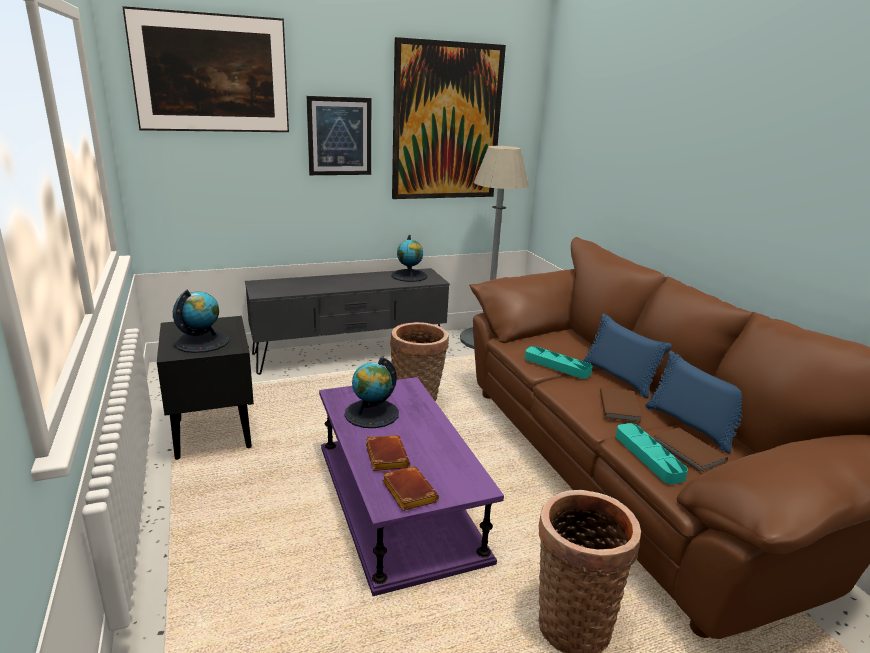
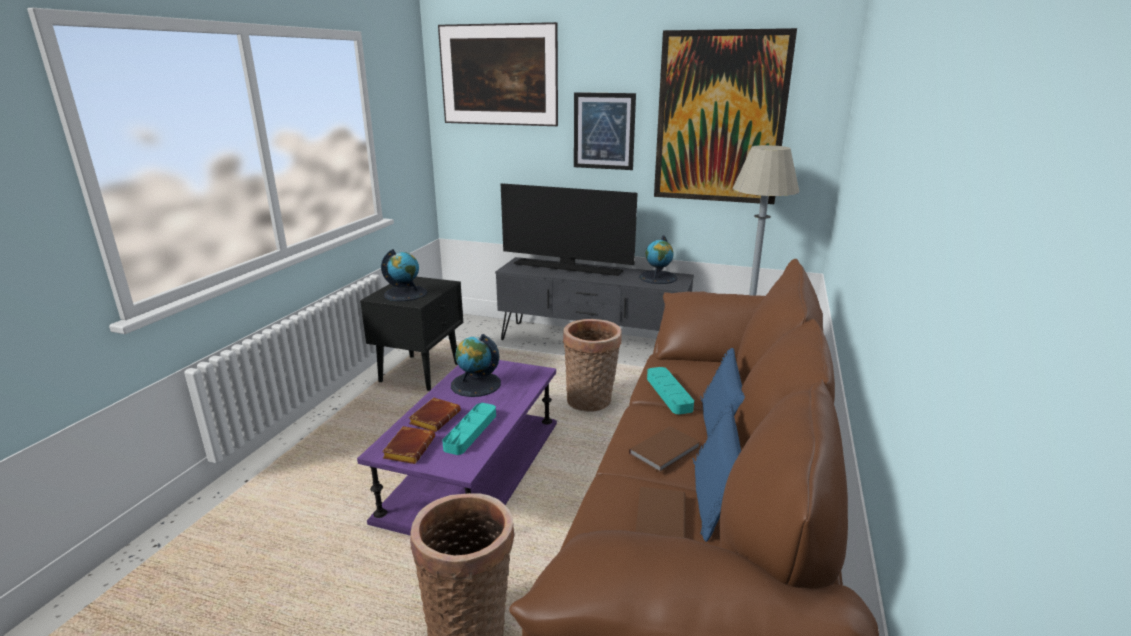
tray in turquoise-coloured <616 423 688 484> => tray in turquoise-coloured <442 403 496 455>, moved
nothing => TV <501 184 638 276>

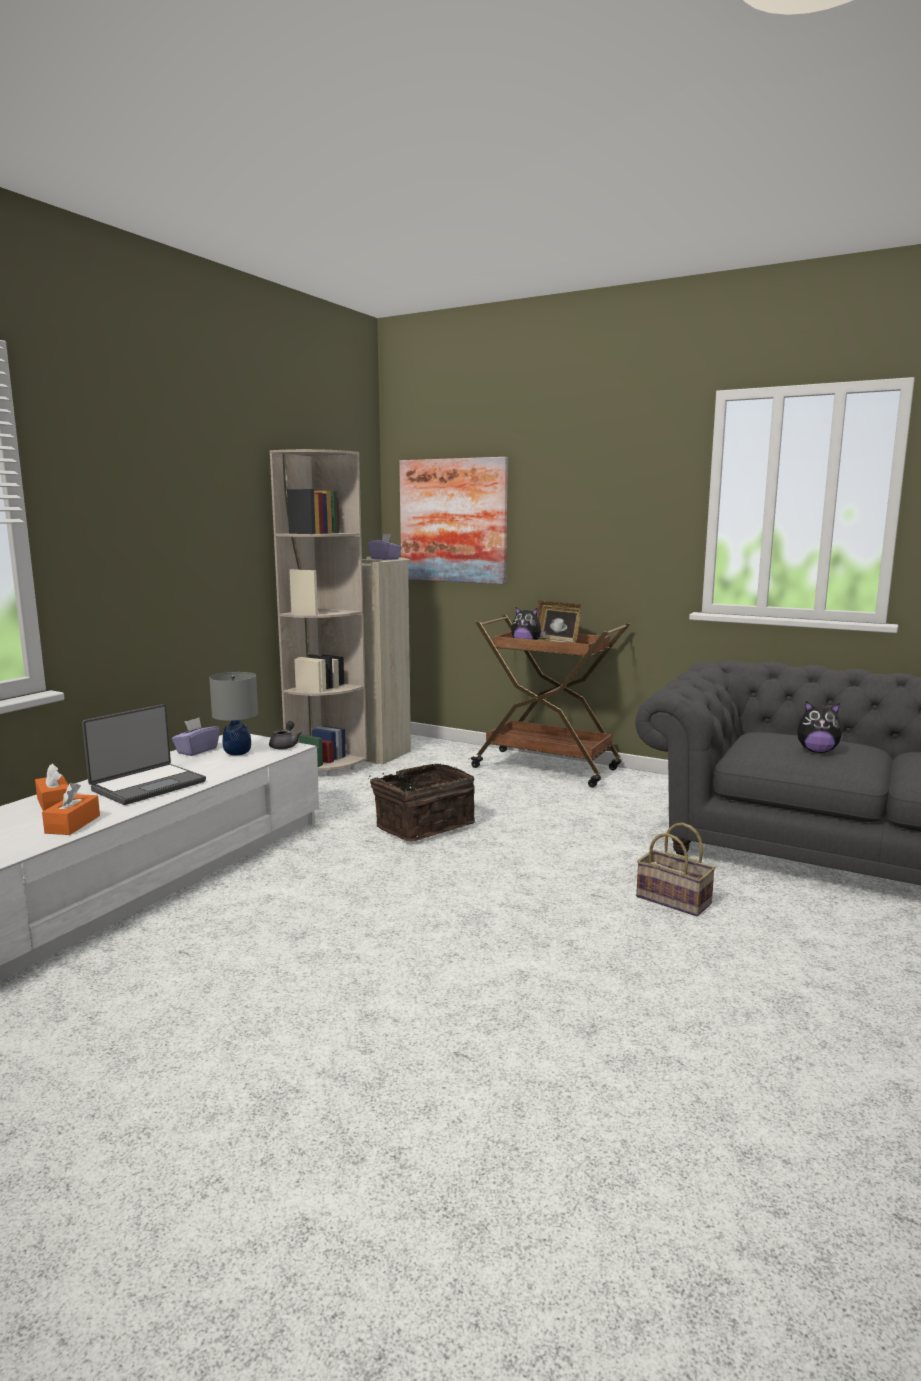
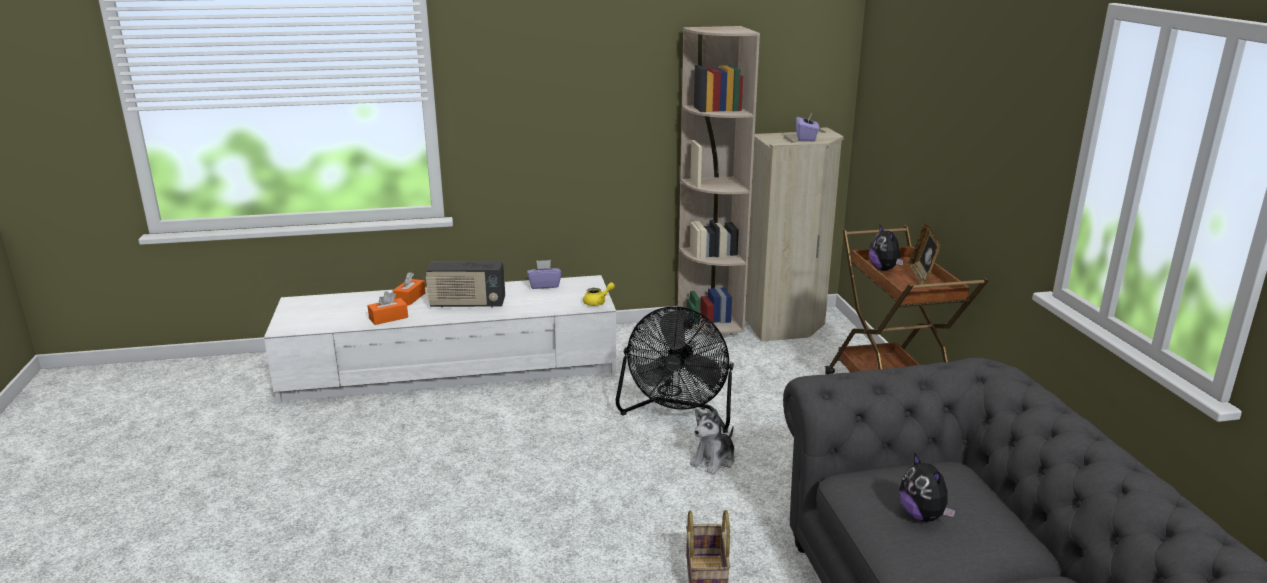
portable computer <82 704 206 805> => radio receiver <426 261 505 308>
pot for tea in gray <269 721 302 750> => pot for tea in yellowish <583 282 615 306>
storage basket <369 764 475 841> => cooling fan in black <616 306 734 433>
nothing => plush toy <690 409 735 475>
tabletop lamp in gray <209 672 258 756> => nothing
wall art <399 457 508 584> => nothing

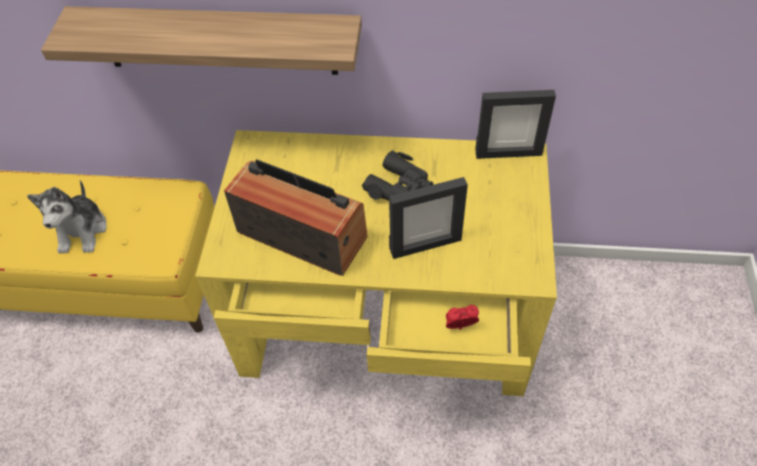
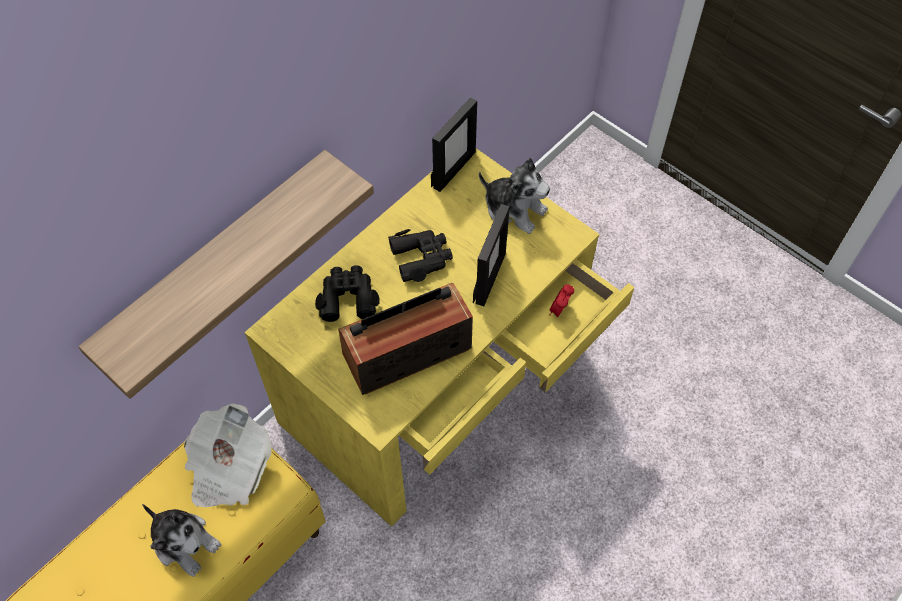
nothing => printed paper <184 404 272 507>
nothing => field glasses in black <315 265 380 322>
nothing => plush toy <479 158 550 234>

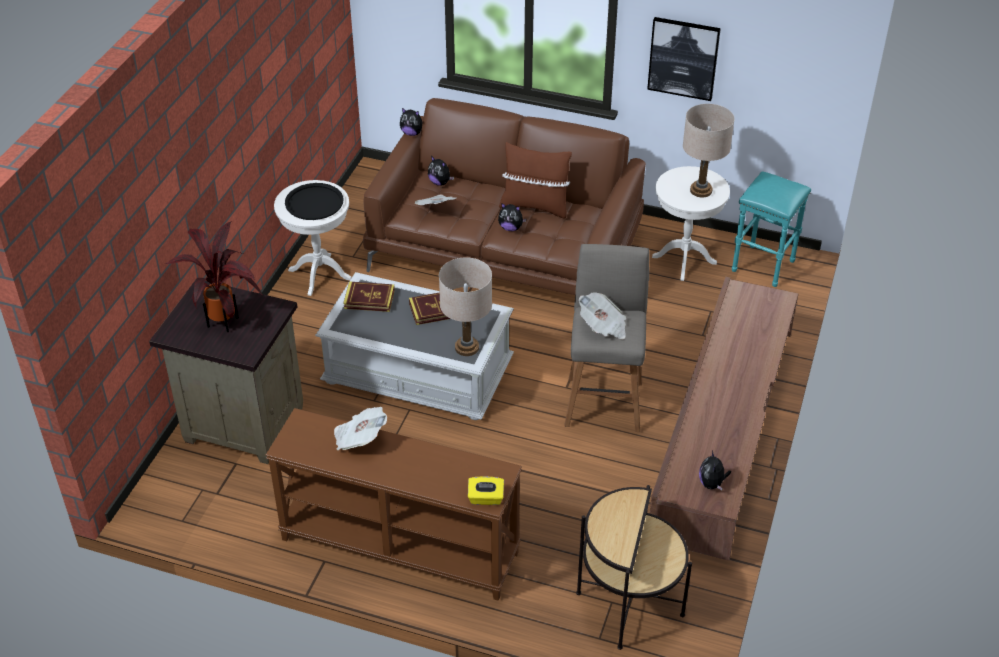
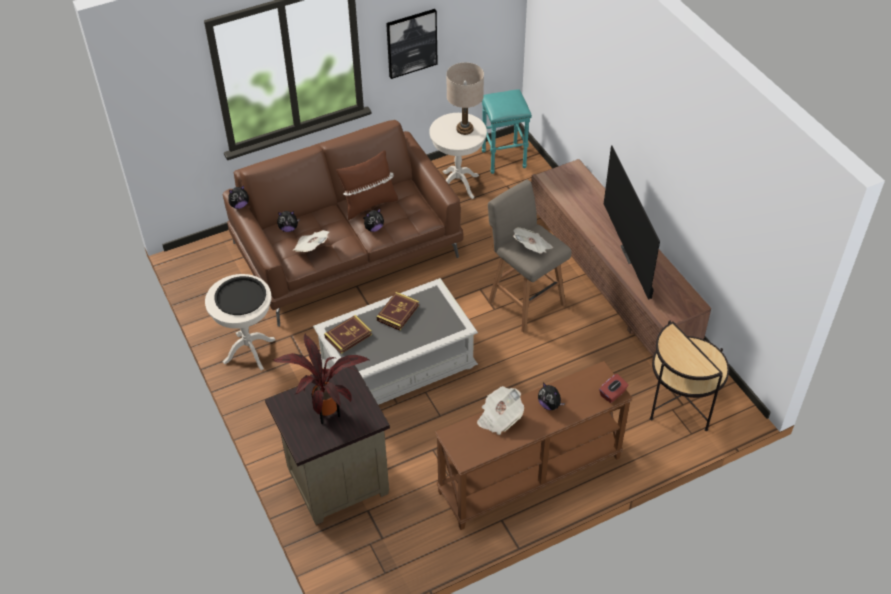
plush toy <699 450 731 491> => plush toy <538 383 565 410>, moved
box of tissues in yellowish <468 476 504 505> => box of tissues in red-coloured <599 374 628 403>
nothing => TV <604 145 660 300>
tabletop lamp in beige-coloured <439 257 492 356> => nothing

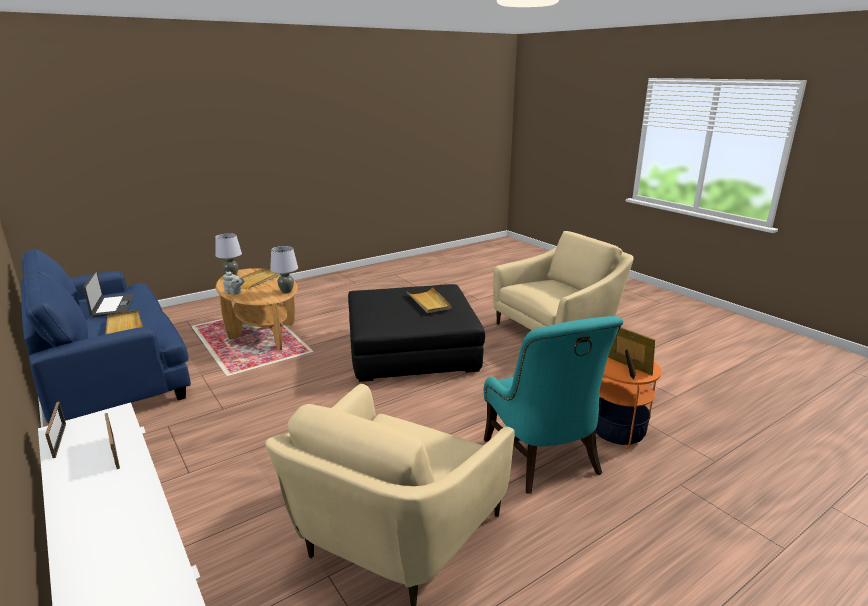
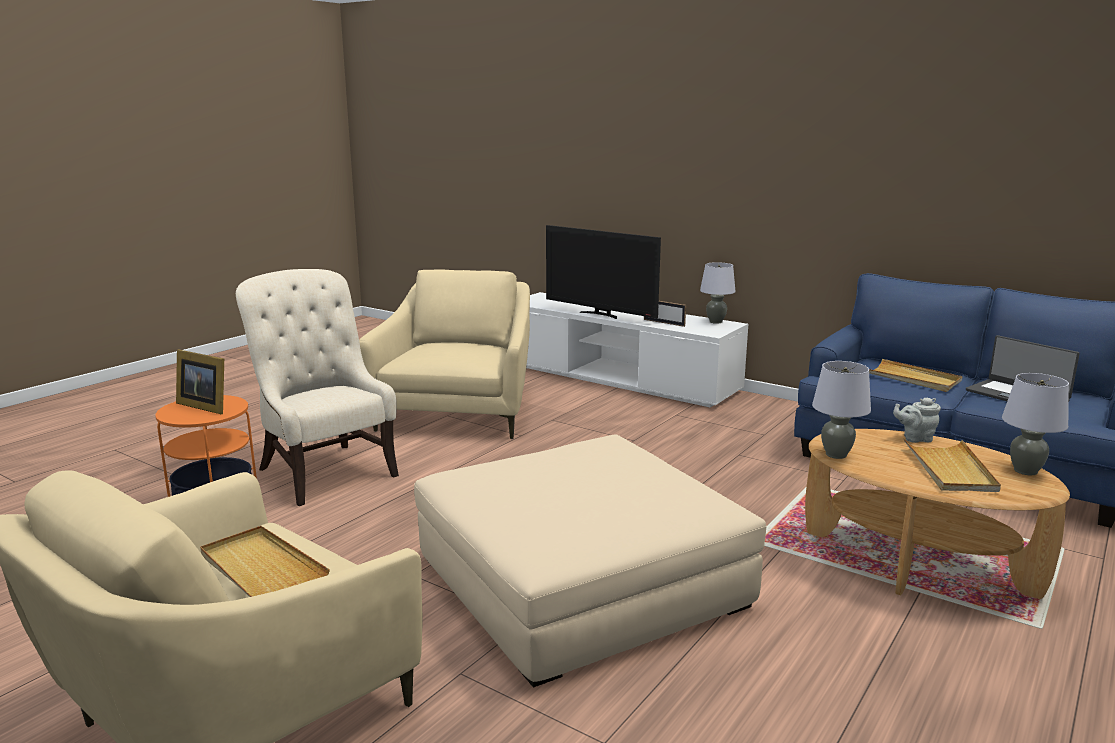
tray in beige-coloured <407 287 452 313> => tray in beige-coloured <200 526 330 597>, moved
armchair in turquoise-coloured <484 316 623 494> => armchair in beige-coloured <236 269 399 506>
ottoman in black <348 284 485 382> => ottoman in beige-coloured <414 434 766 688>
nothing => TV <546 225 661 319>
photo frame <45 402 66 458> => tabletop lamp in gray <700 262 736 324>

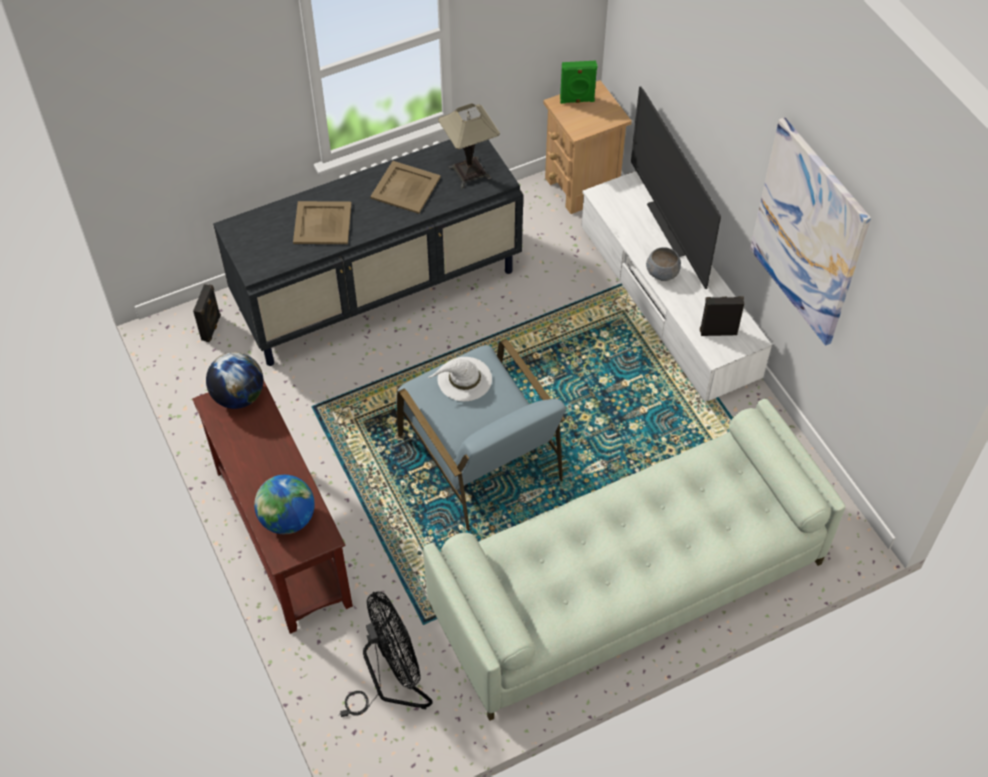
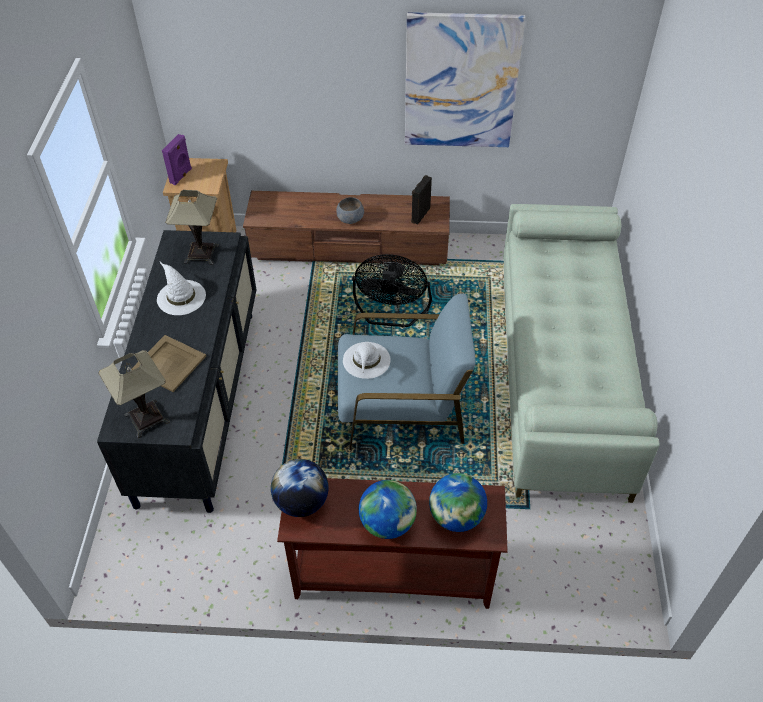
nothing => tabletop lamp <98 350 170 438>
tray in beige-coloured <370 161 441 214> => wearable hat in whitish <157 262 206 315>
speaker in green-coloured <560 61 597 104> => speaker in purple-coloured <162 134 192 186>
tv unit in whitish <581 171 772 402> => tv unit in brownish <243 191 450 265>
cooling fan in black <338 592 433 717> => cooling fan in black <352 254 432 331>, moved
nothing => globe <359 480 417 539>
speaker in black <193 284 221 342> => nothing
TV <631 86 721 289> => nothing

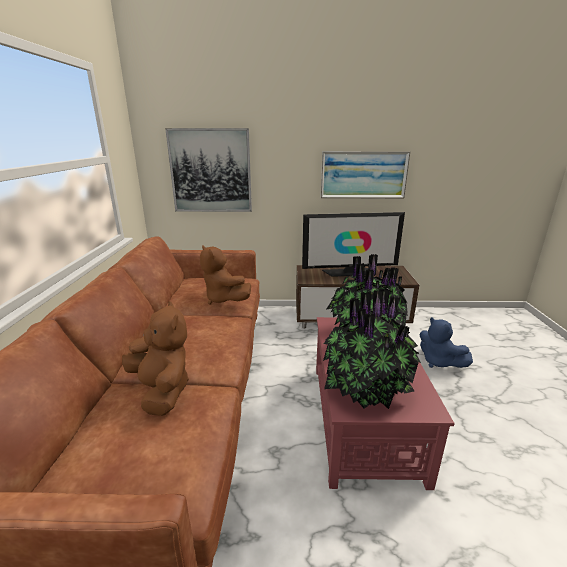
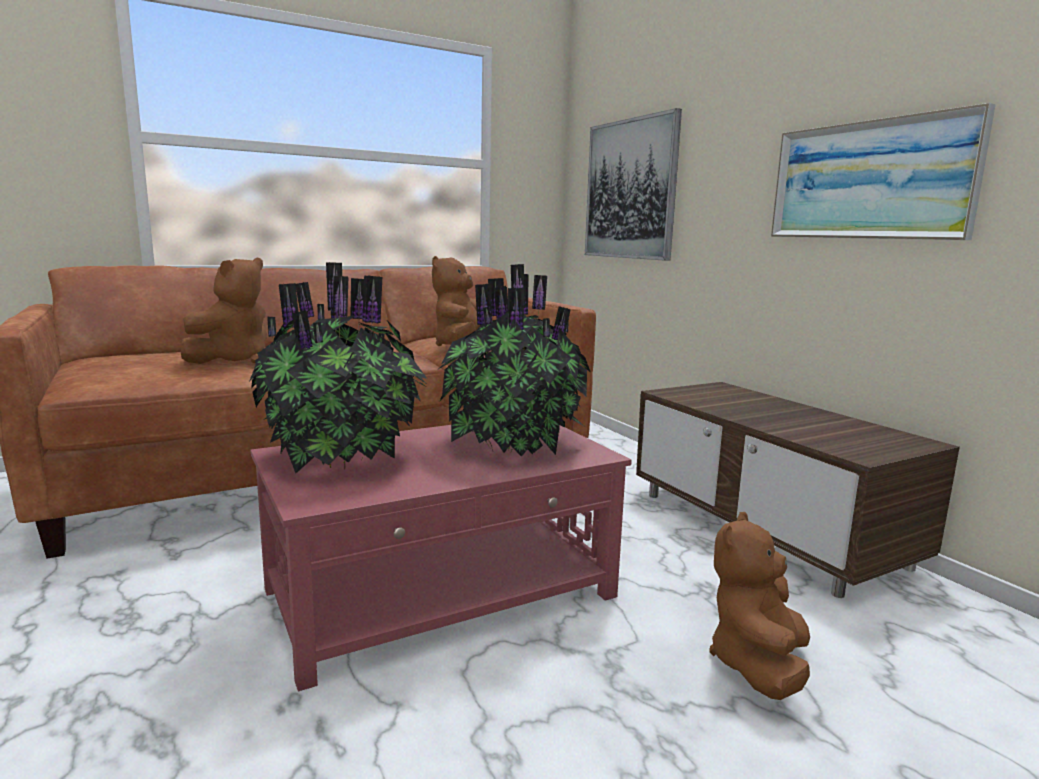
plush toy in blue <420 317 473 368> => plush toy in brownish <709 512 810 700>
TV <302 212 405 277> => nothing

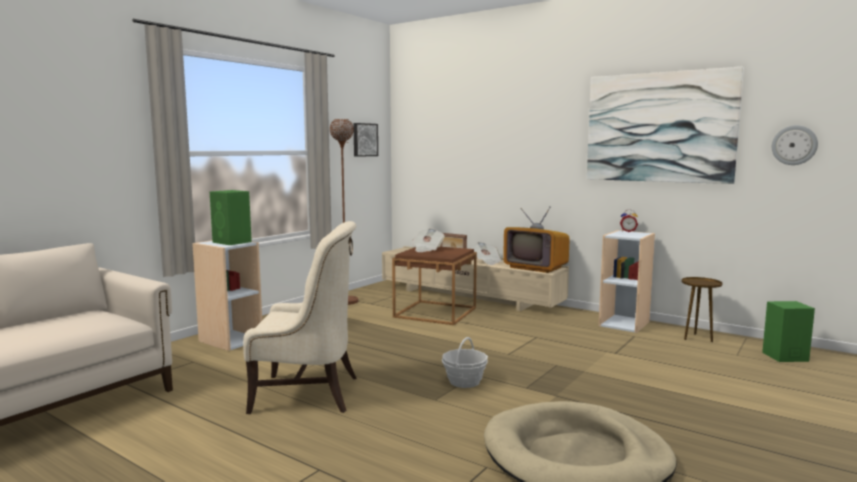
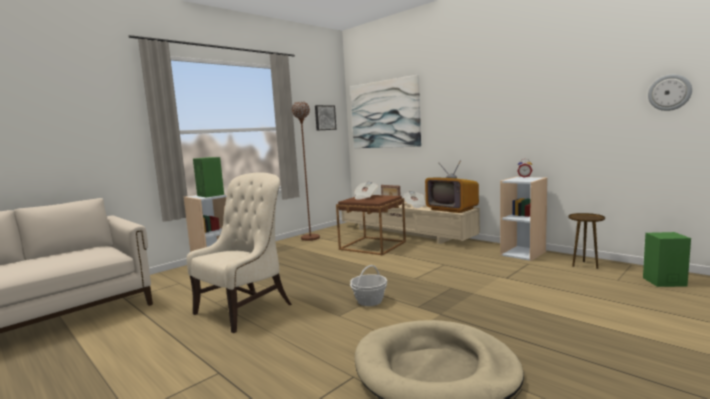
armchair in beige-coloured <243 221 357 414> => armchair in beige-coloured <186 172 292 333>, 60 degrees counterclockwise
wall art <587 67 744 184> => wall art <351 75 421 148>, moved

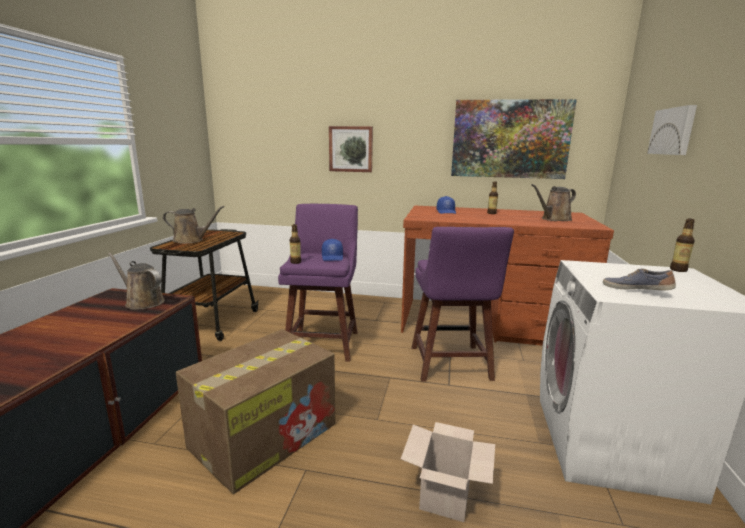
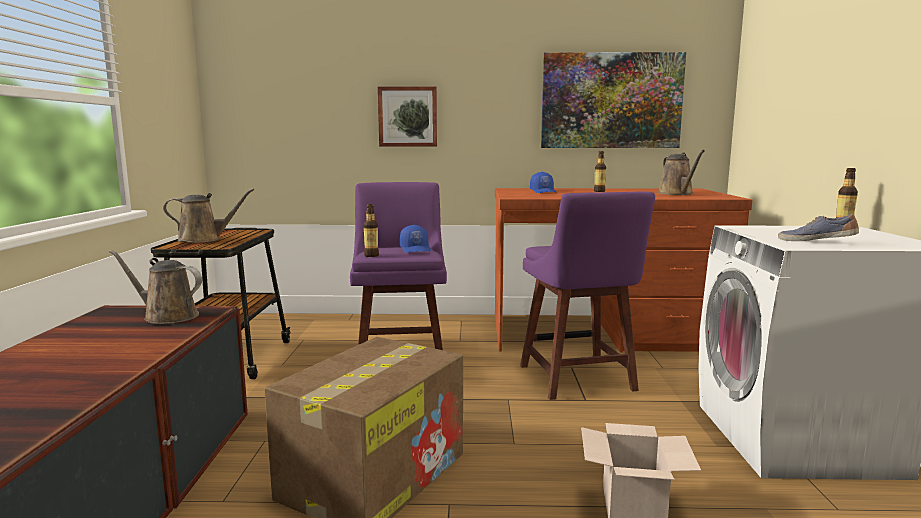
sprinkling can in brownish <531 184 576 221> => sprinkling can in brownish <658 150 705 195>, 60 degrees counterclockwise
wall art <647 105 697 155> => nothing

